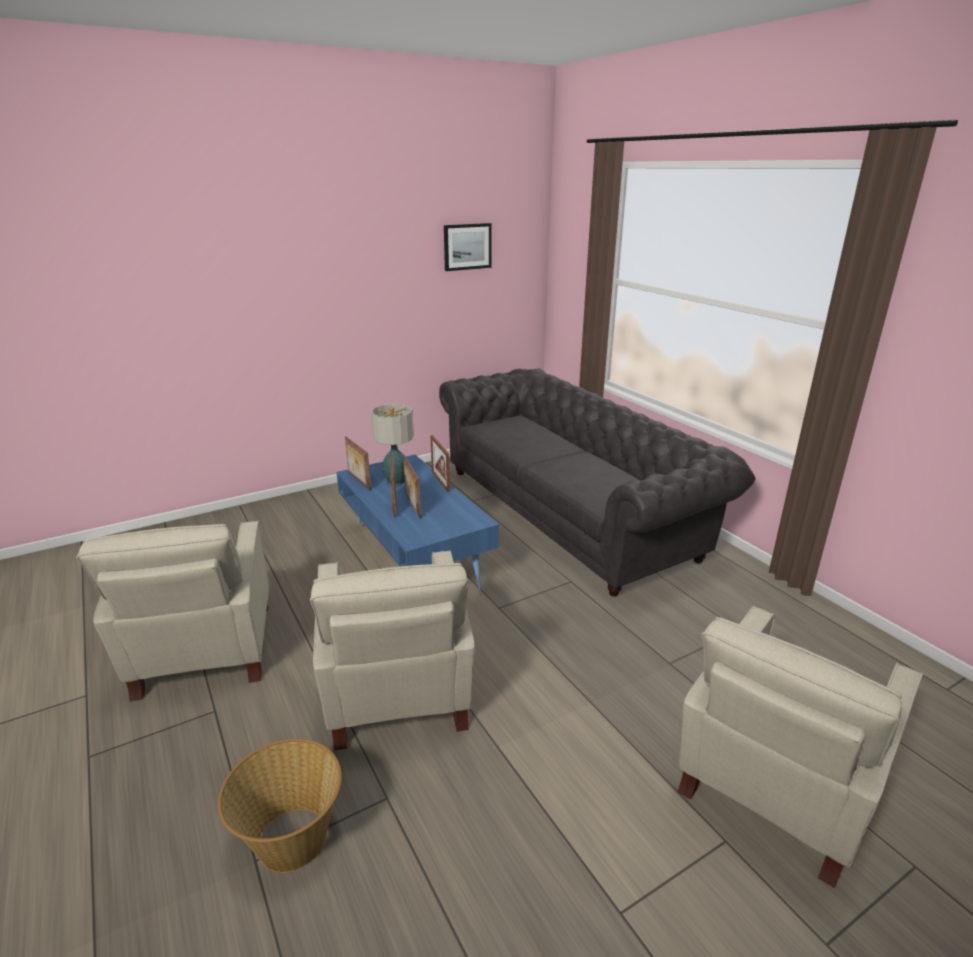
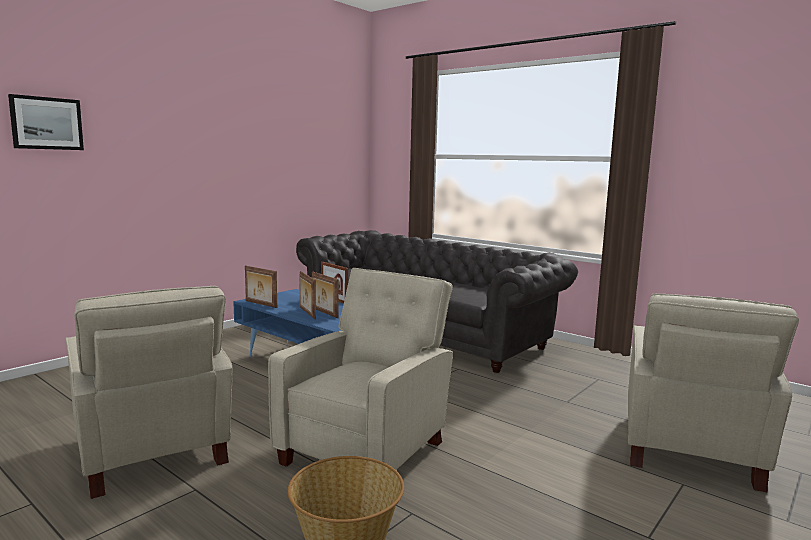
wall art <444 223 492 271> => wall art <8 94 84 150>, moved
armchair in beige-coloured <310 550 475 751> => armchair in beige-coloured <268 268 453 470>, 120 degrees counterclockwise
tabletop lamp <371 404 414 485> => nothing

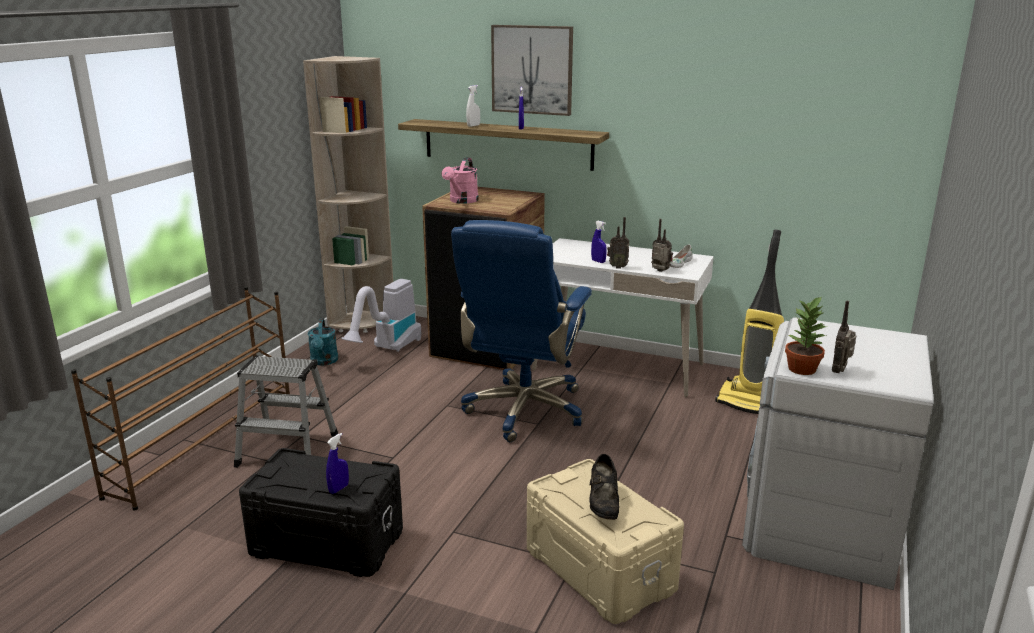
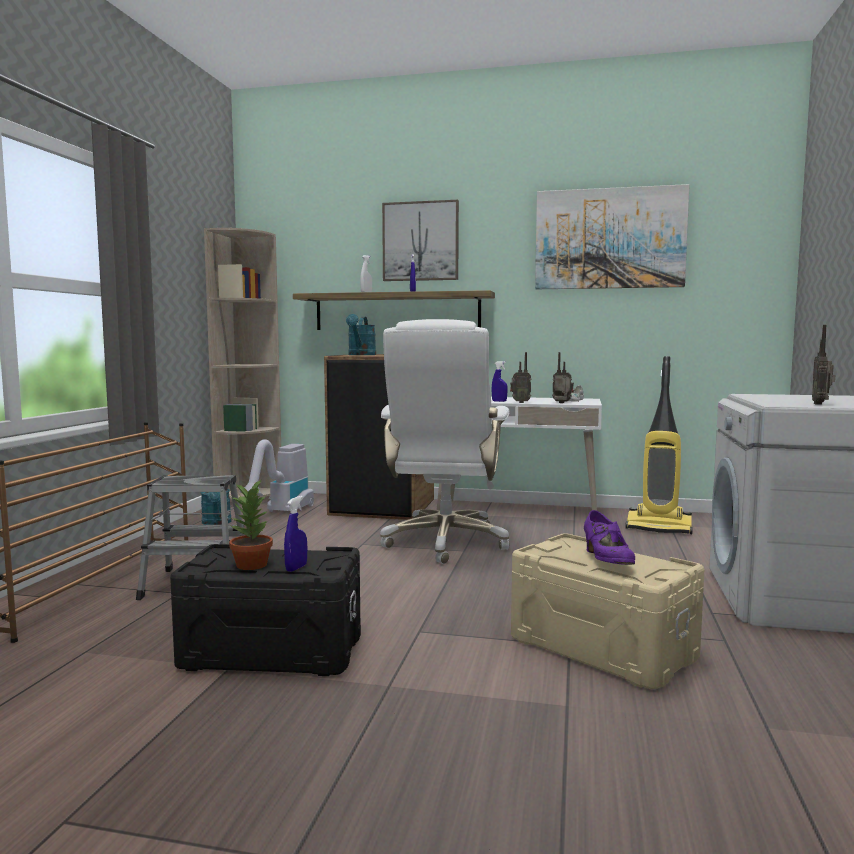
houseplant <785 296 827 375> => houseplant <229 479 273 570>, moved
sprinkling can in pink <442 157 479 204> => sprinkling can in turquoise-coloured <346 314 376 355>
computer chair in blue <451 220 592 442> => computer chair in whitish <380 319 510 564>
nothing => wall art <535 184 690 289>
item of footwear in black <589 454 620 520> => item of footwear in purple-coloured <584 510 635 565>

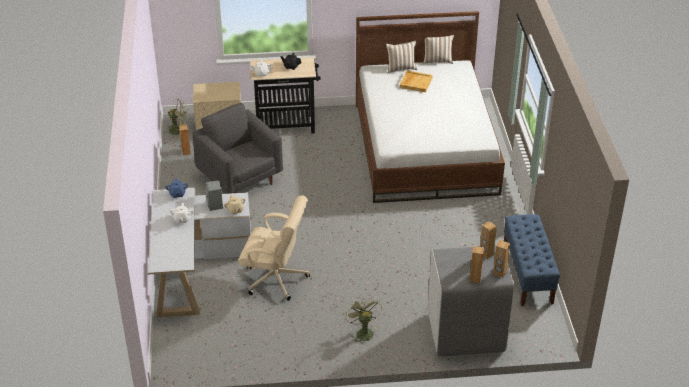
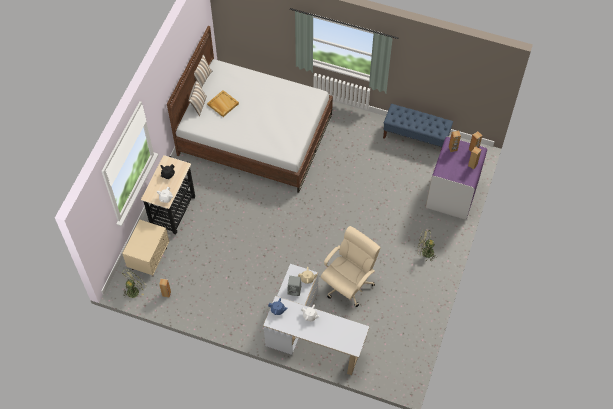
dresser in gray <428 245 514 357> => dresser in purple-coloured <426 137 487 220>
armchair in gray <192 103 283 194> => nothing

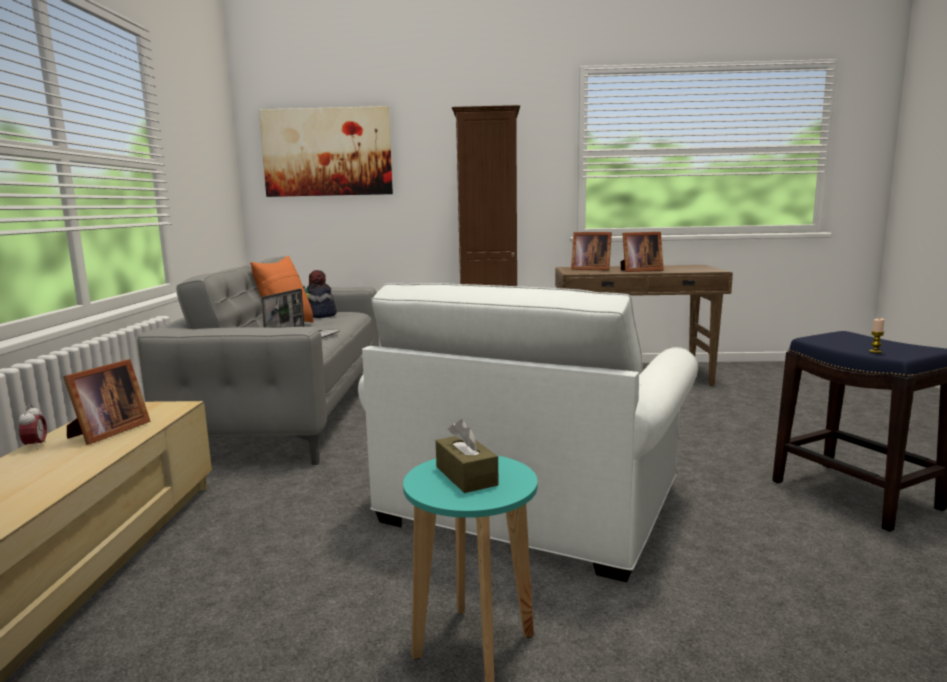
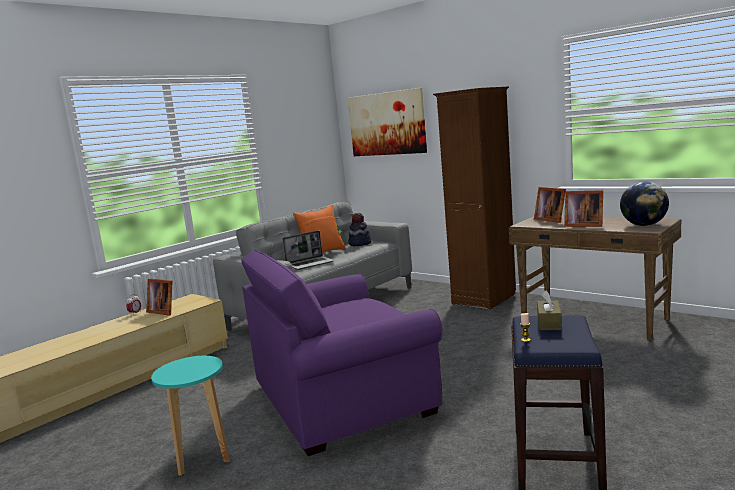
photo frame <63 359 151 445> => photo frame <146 279 173 316>, 60 degrees clockwise
armchair in whitish <358 283 698 582> => armchair in purple-coloured <241 250 443 456>
box of tissues in brownish <436 420 499 493> => box of tissues in brownish <537 291 562 330>, moved
nothing => globe <620 182 669 226>

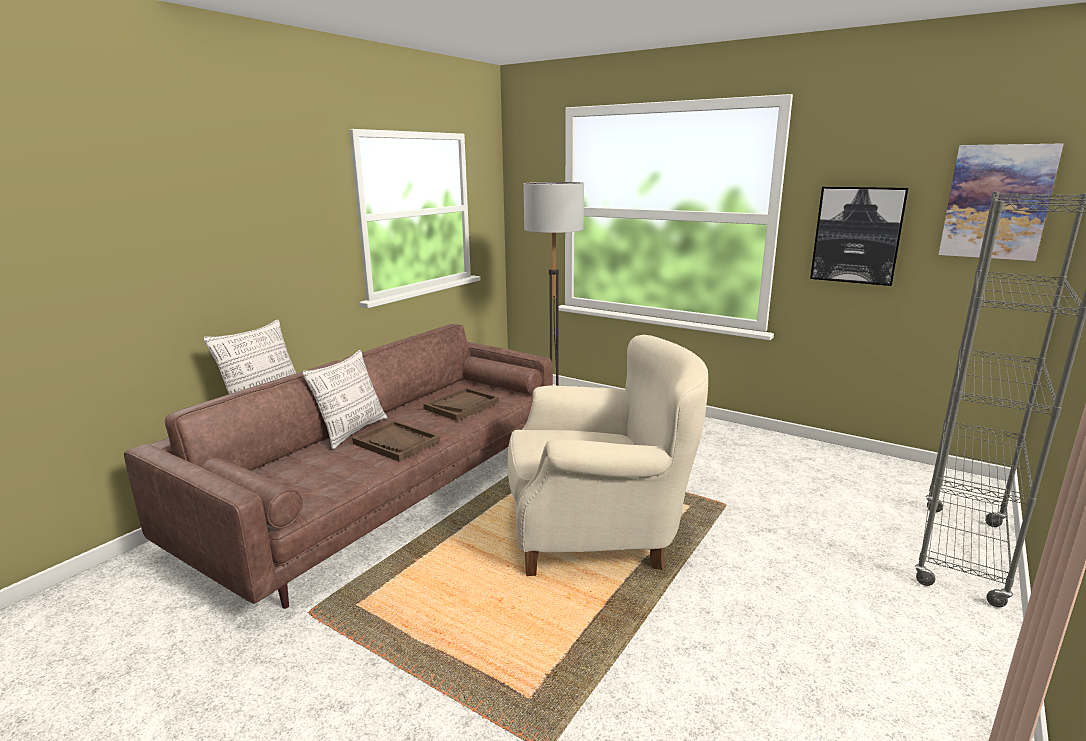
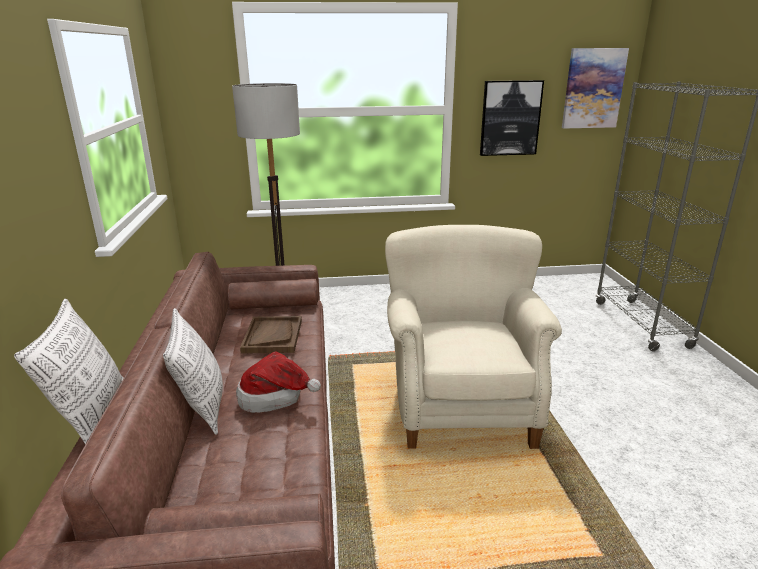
tray in brownish <352 420 440 462> => wearable hat <236 351 321 413>
armchair in beige-coloured <507 335 708 576> => armchair in beige-coloured <385 225 562 449>, 45 degrees counterclockwise

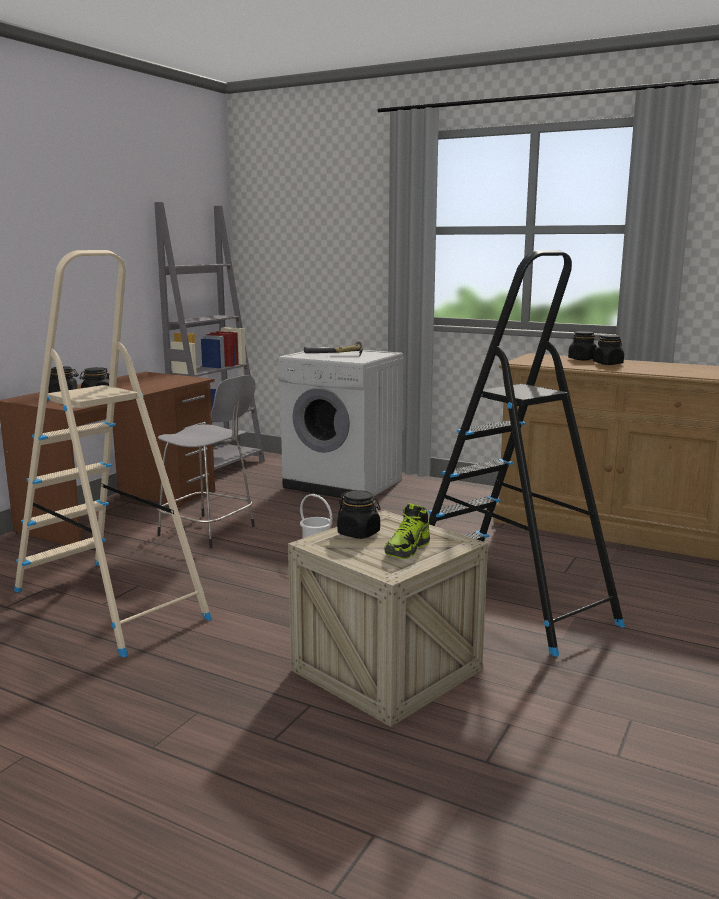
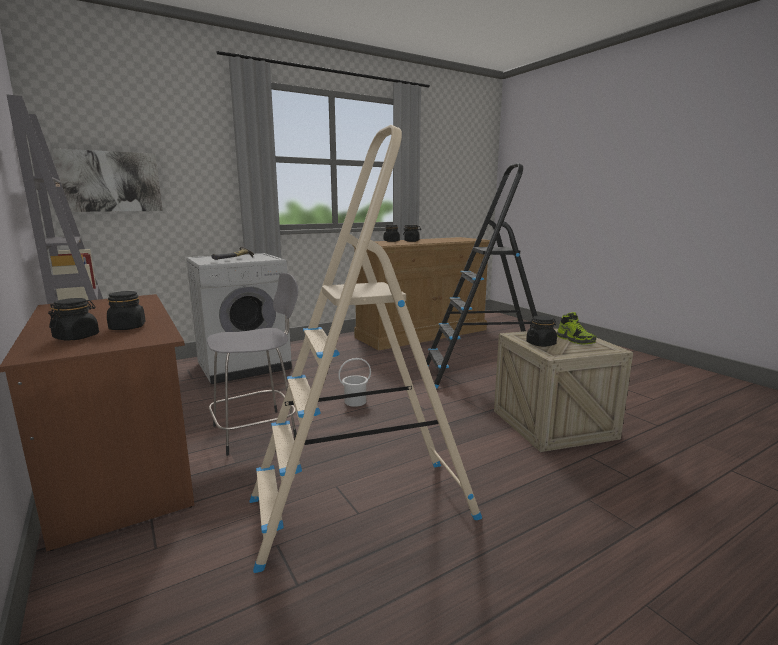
nothing => wall art <53 149 163 212>

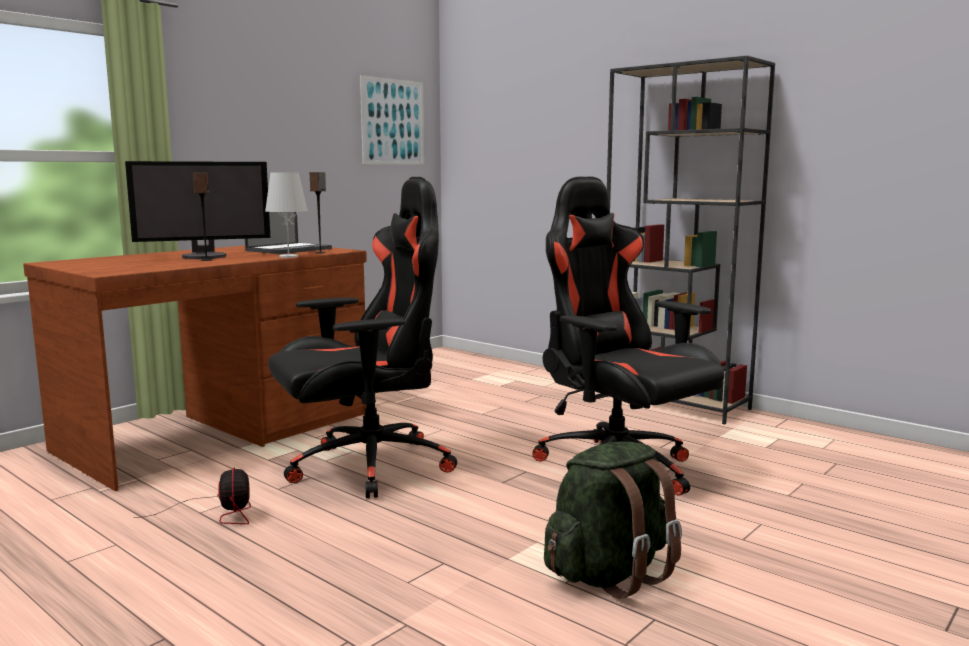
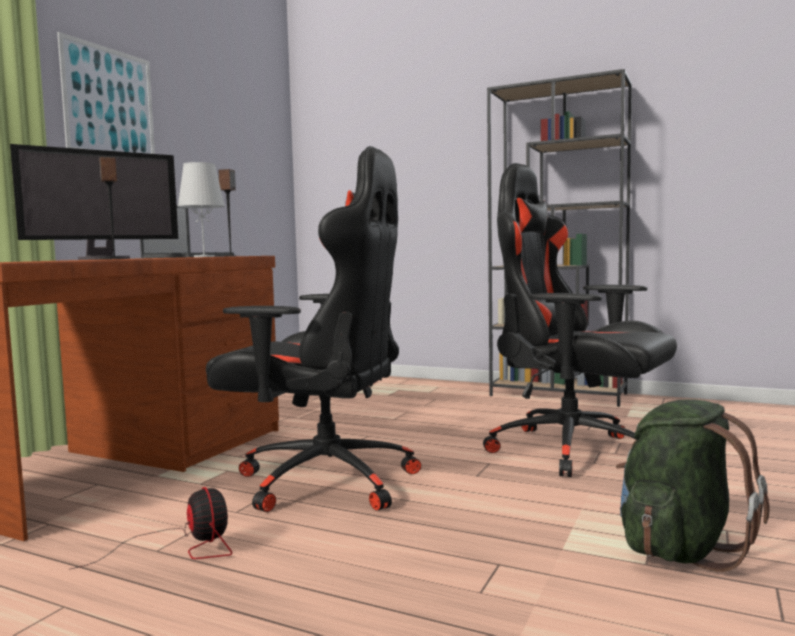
wall art <360 75 424 165> => wall art <57 32 155 154>, moved
computer chair in black <268 177 457 498> => computer chair in black <206 146 421 512>, 60 degrees clockwise

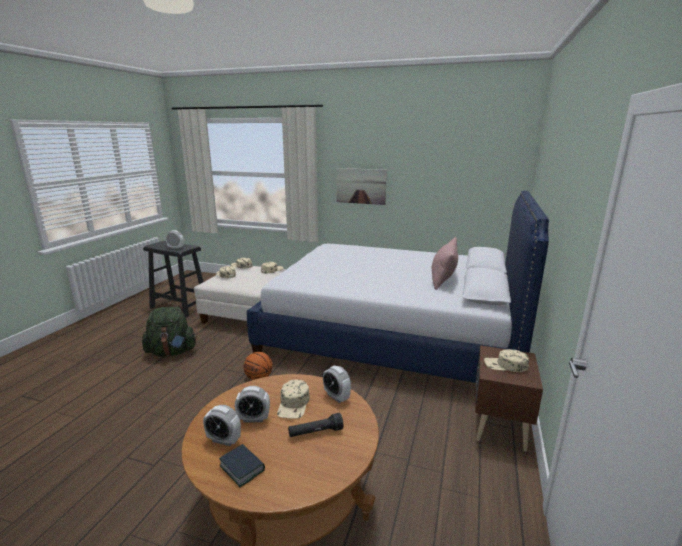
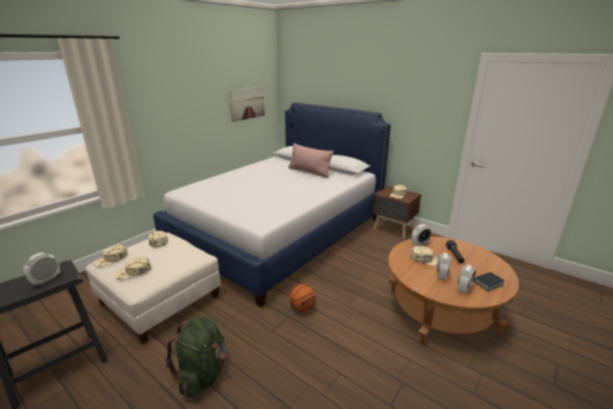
wall art <336 168 387 205> => wall art <229 87 265 122>, moved

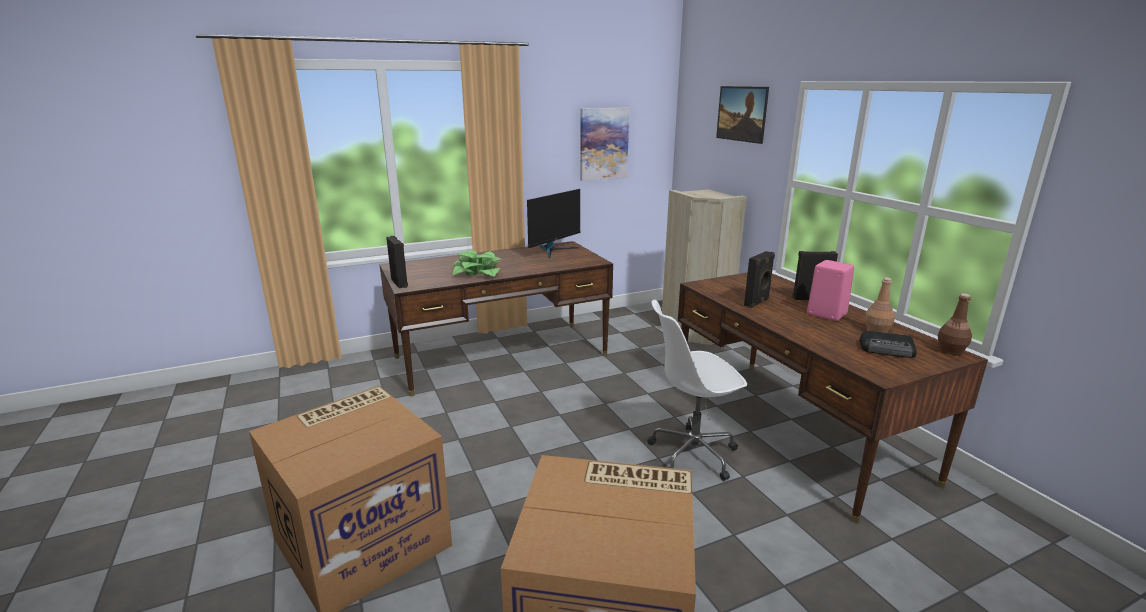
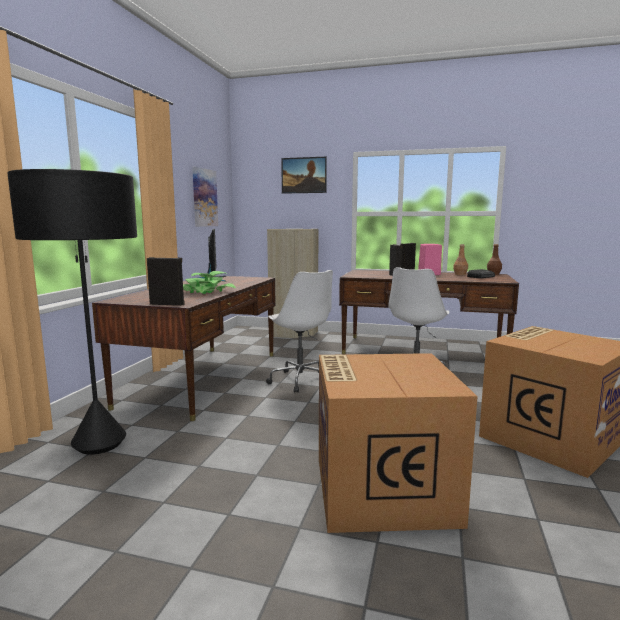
nothing => standing lamp in black <7 169 137 455>
nothing => computer chair in whitish <266 270 333 393>

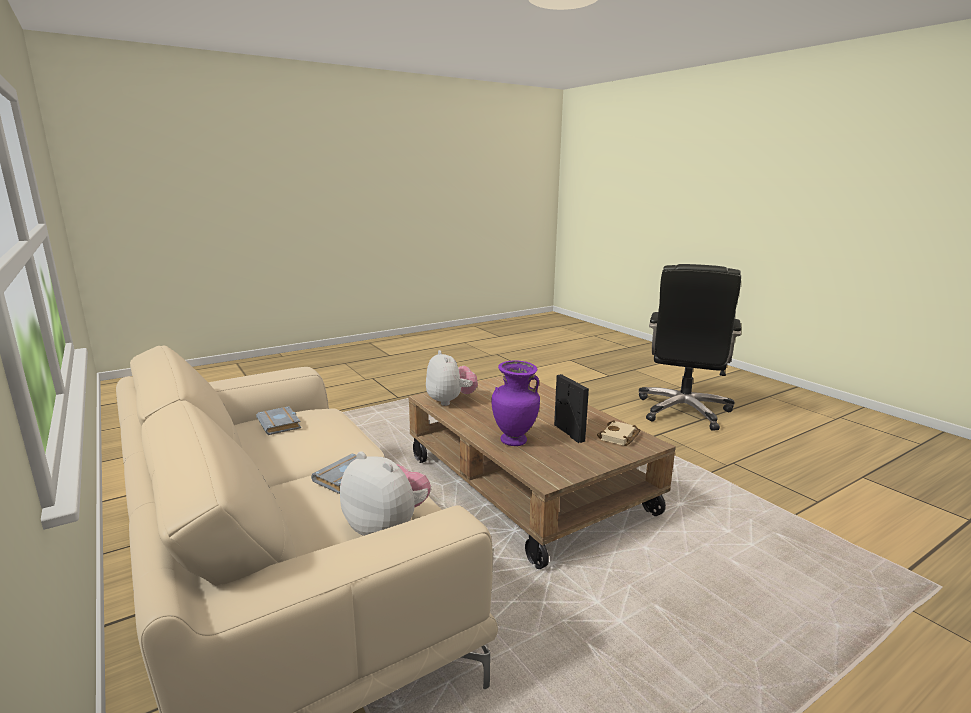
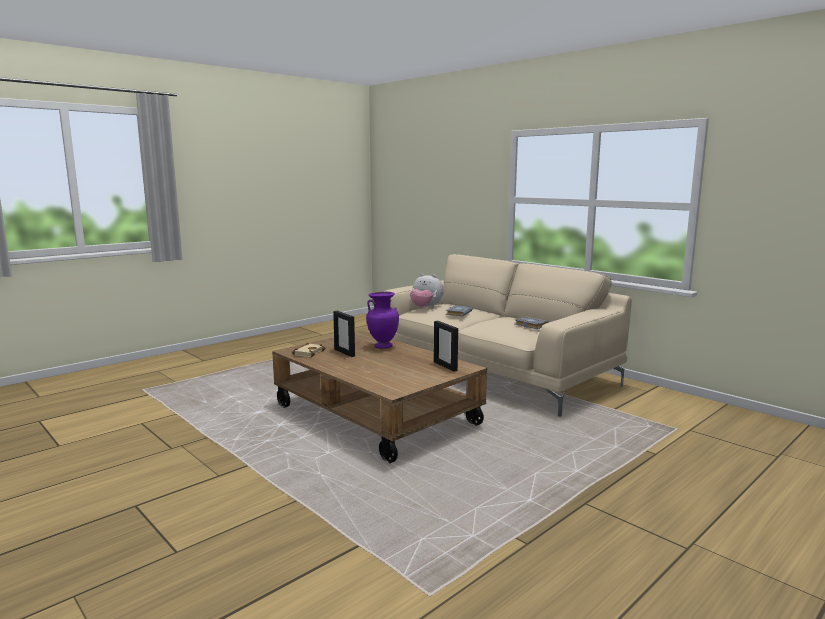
plush toy <426 350 478 406> => photo frame <434 321 458 372>
computer chair in black <638 264 741 431> => nothing

